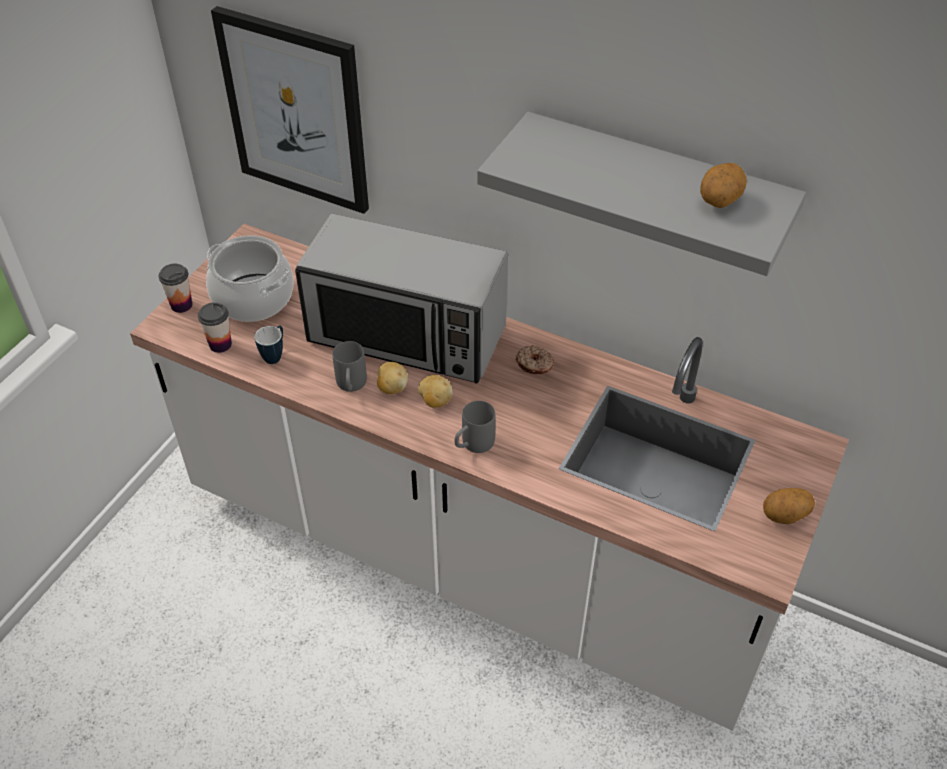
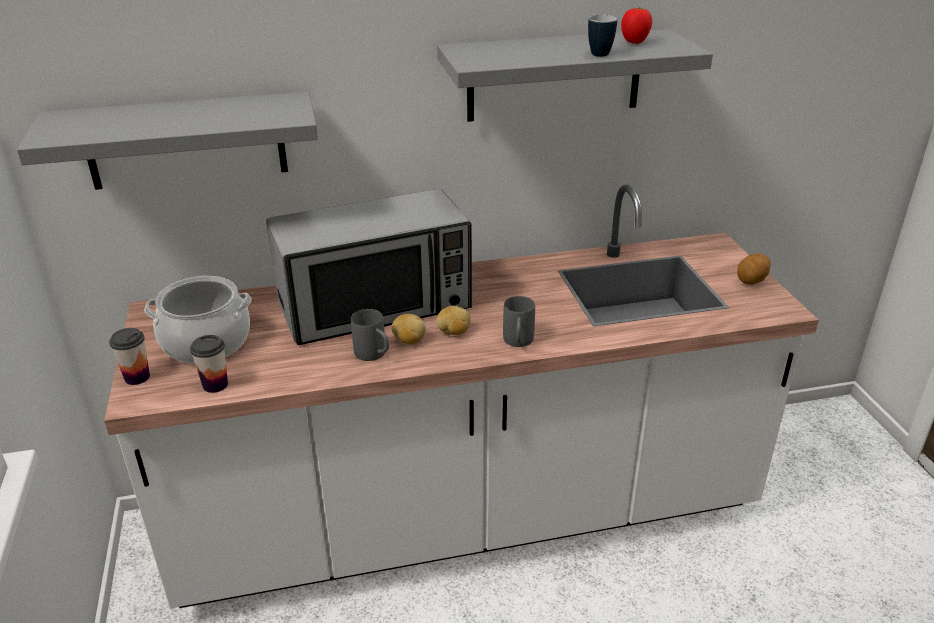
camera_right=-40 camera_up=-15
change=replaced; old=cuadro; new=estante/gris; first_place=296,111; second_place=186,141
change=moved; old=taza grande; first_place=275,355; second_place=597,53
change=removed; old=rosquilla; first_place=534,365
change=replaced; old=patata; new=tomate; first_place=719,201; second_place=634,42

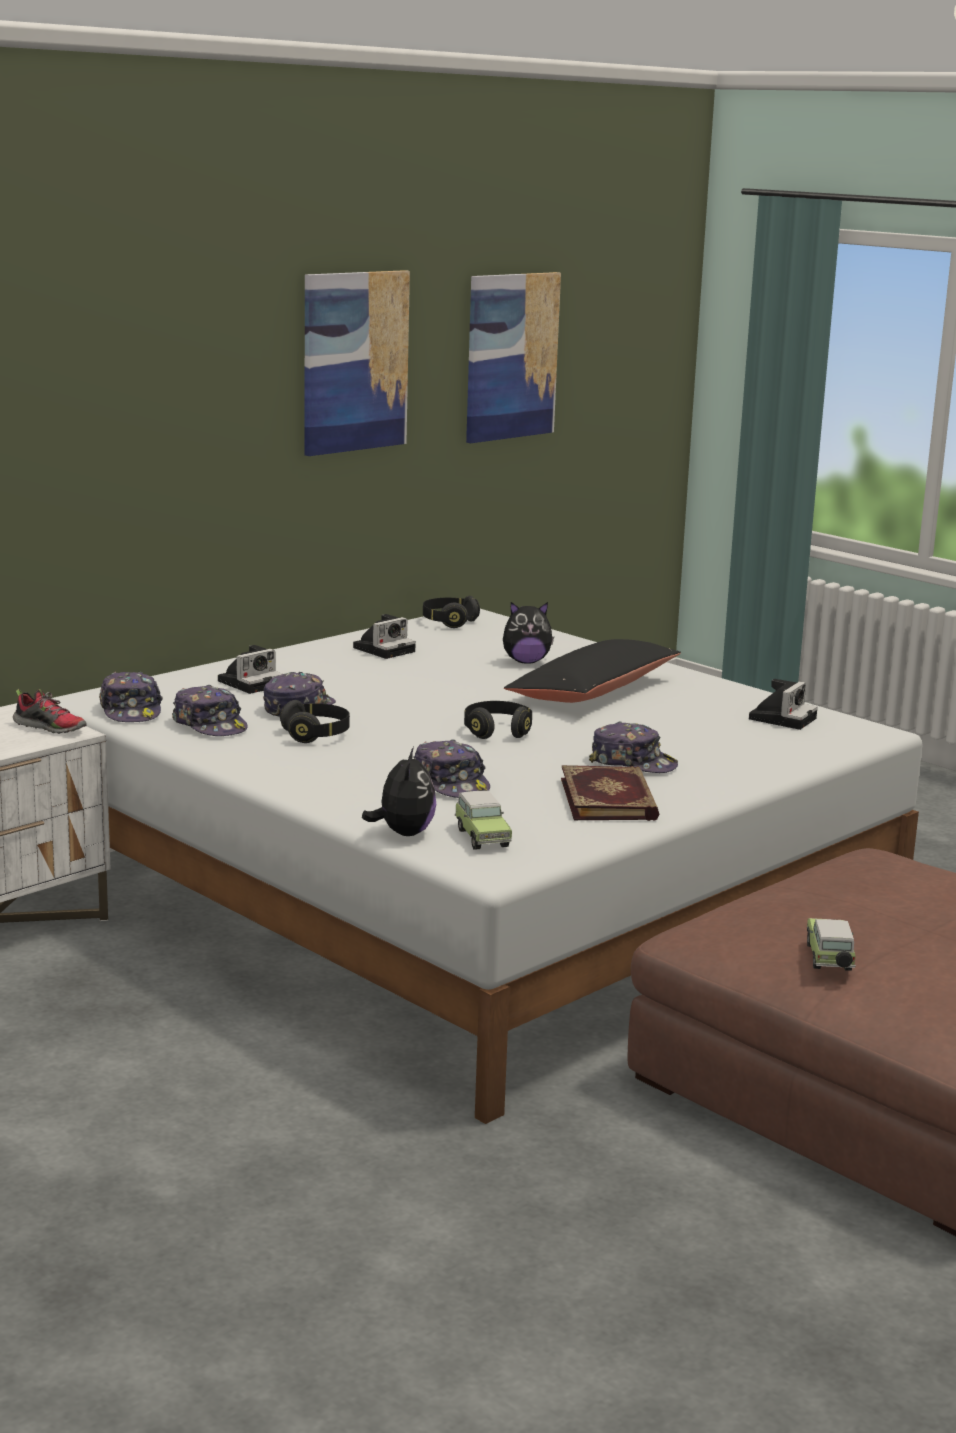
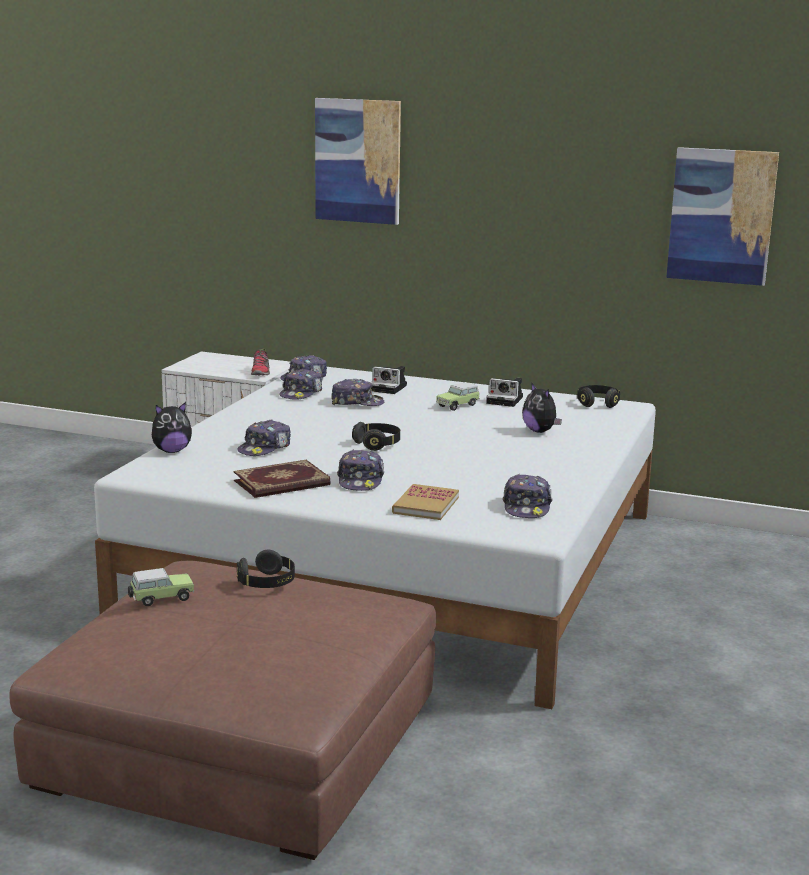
camera_right=65 camera_up=0
change=moved; old=auriculares/negro; first_place=316,735; second_place=267,583
change=moved; old=cuadro; first_place=355,361; second_place=358,161
change=moved; old=coche de juguete; first_place=481,837; second_place=458,405
change=removed; old=cojín/negro; first_place=593,691
change=replaced; old=cámara; new=gorra; first_place=782,718; second_place=527,507
change=added; new=libro; second_place=425,505

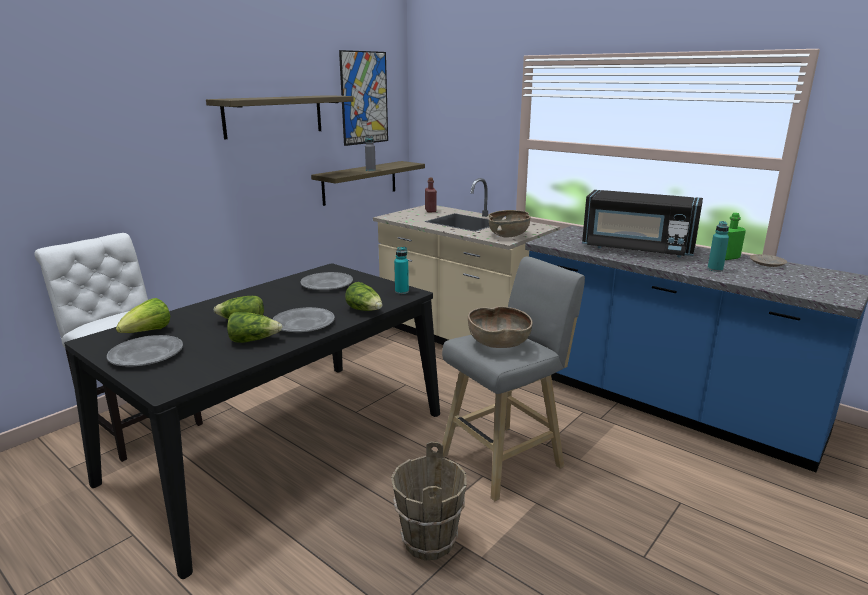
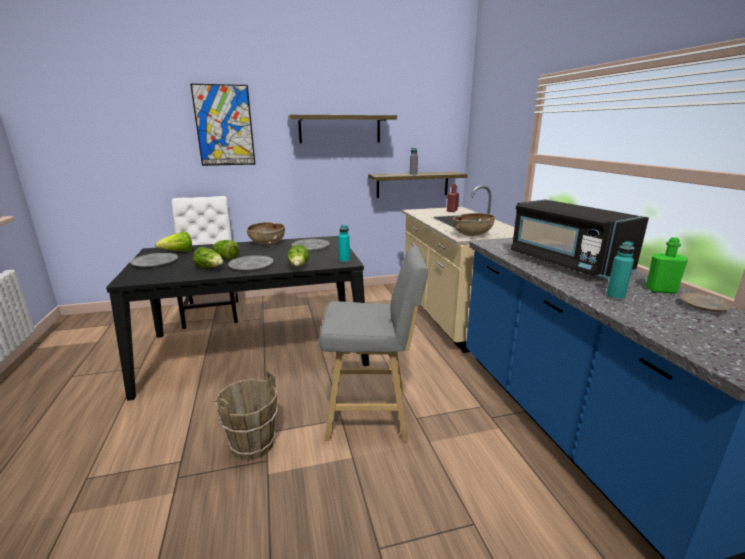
camera_right=35 camera_up=0
change=moved; old=cuadro; first_place=364,98; second_place=224,126
change=moved; old=cuenco/marrón; first_place=498,344; second_place=267,243

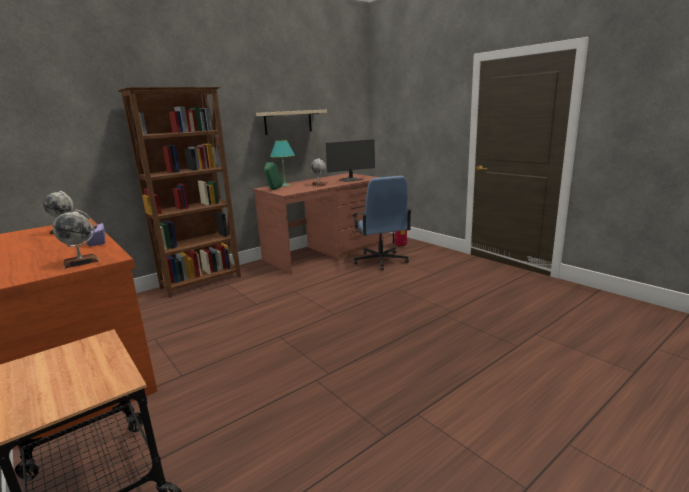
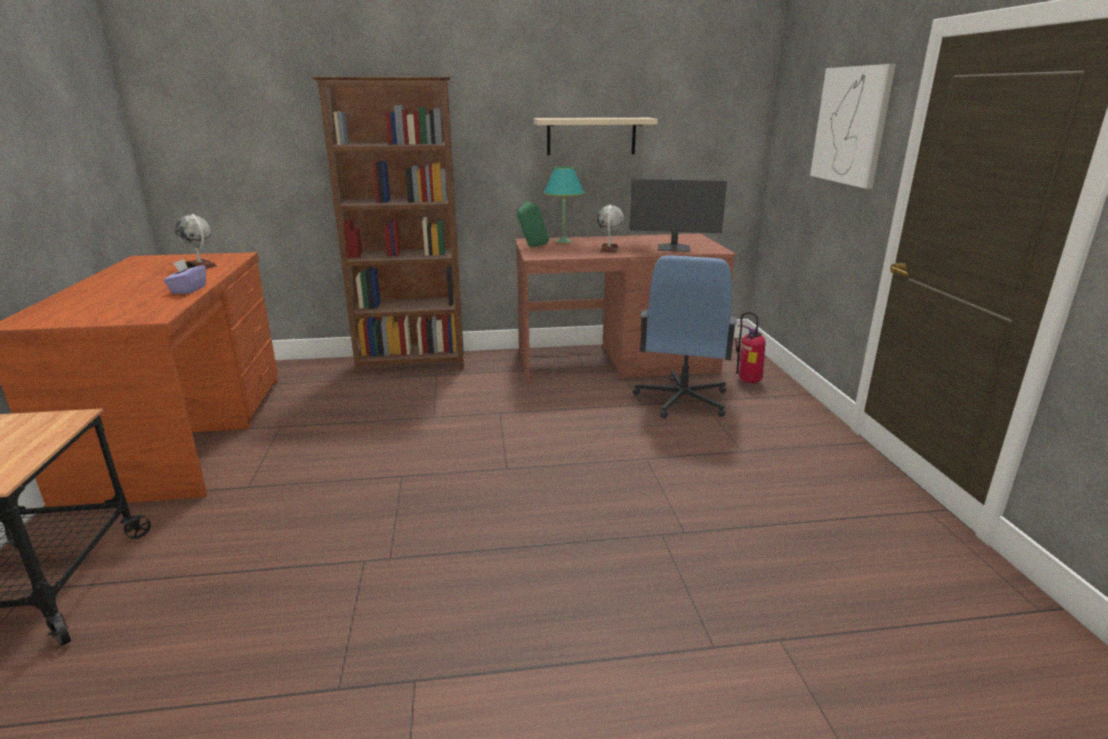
camera_right=30 camera_up=5
change=removed; old=globo terráqueo; first_place=81,262
change=added; new=cuadro; second_place=851,125

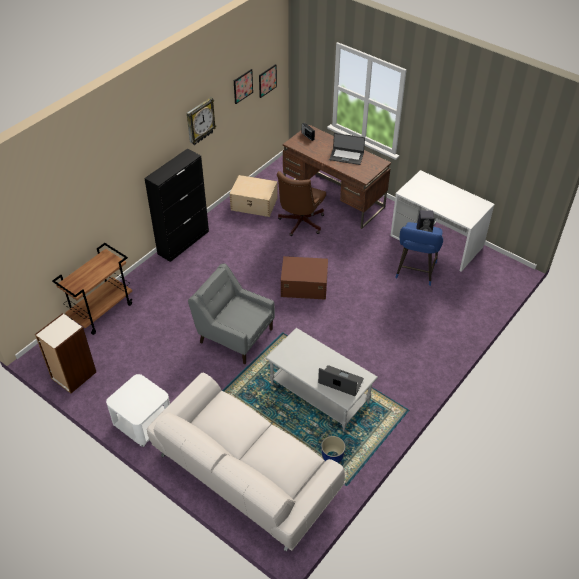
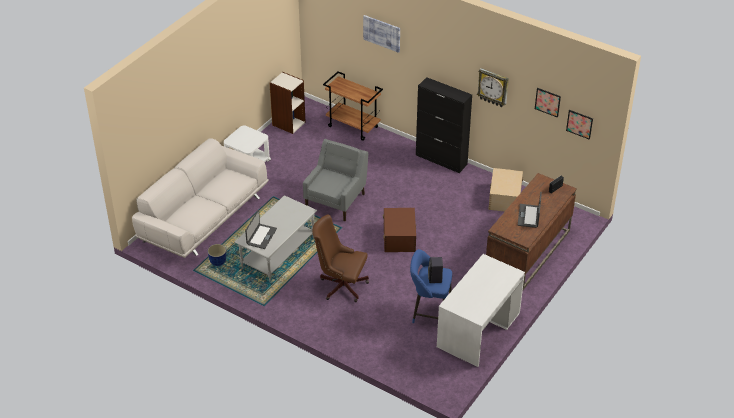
camera_right=85 camera_up=-5
change=moved; old=silla de oficina/marrón; first_place=300,224; second_place=340,285
change=added; new=cuadro; second_place=382,33

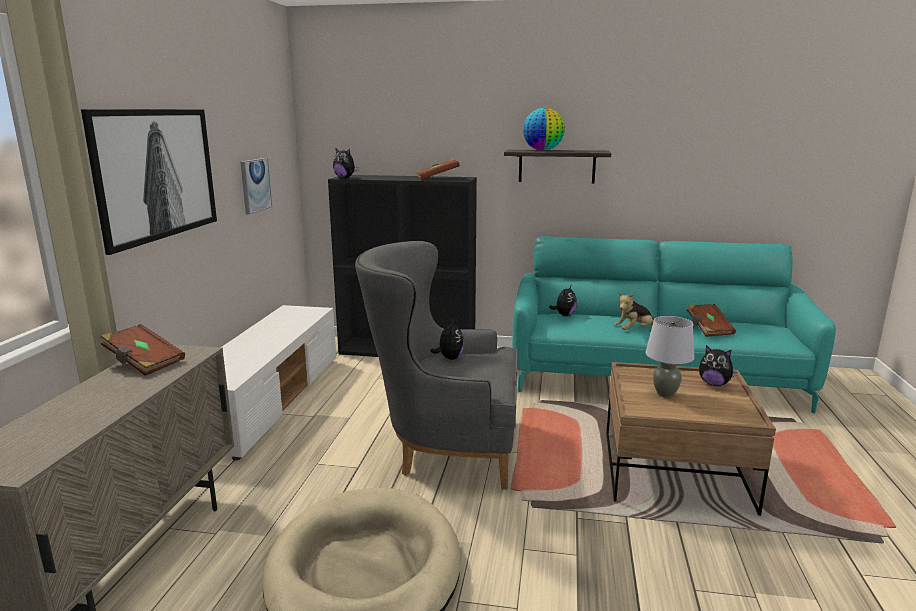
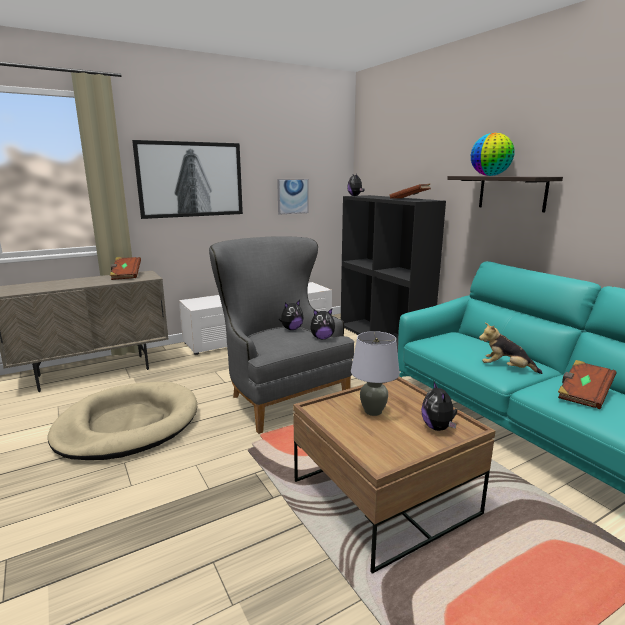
camera_right=50 camera_up=0
change=moved; old=peluche; first_place=564,315; second_place=322,338

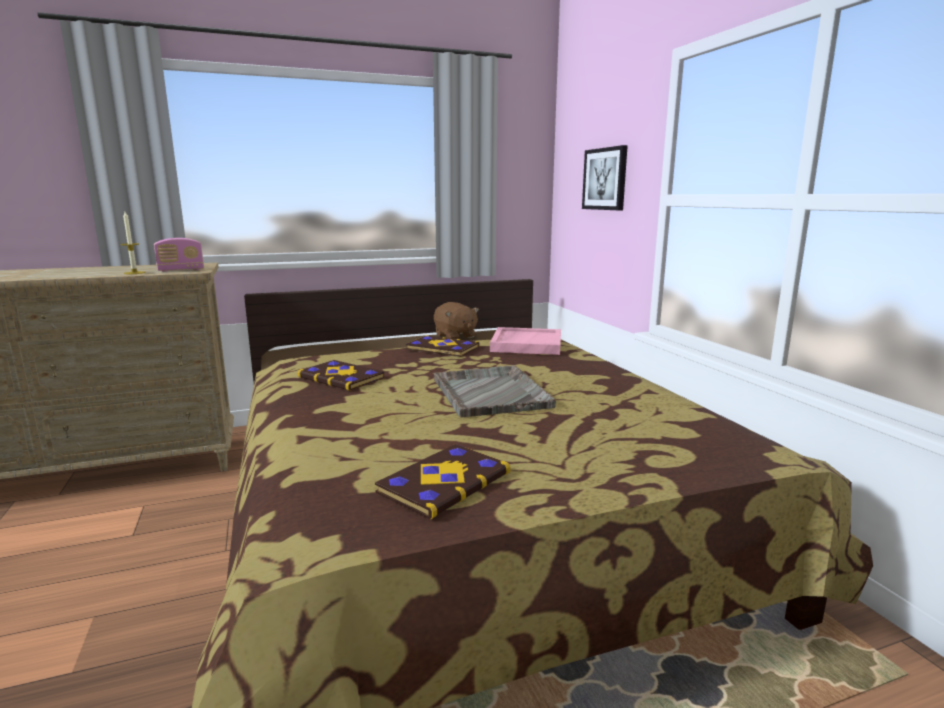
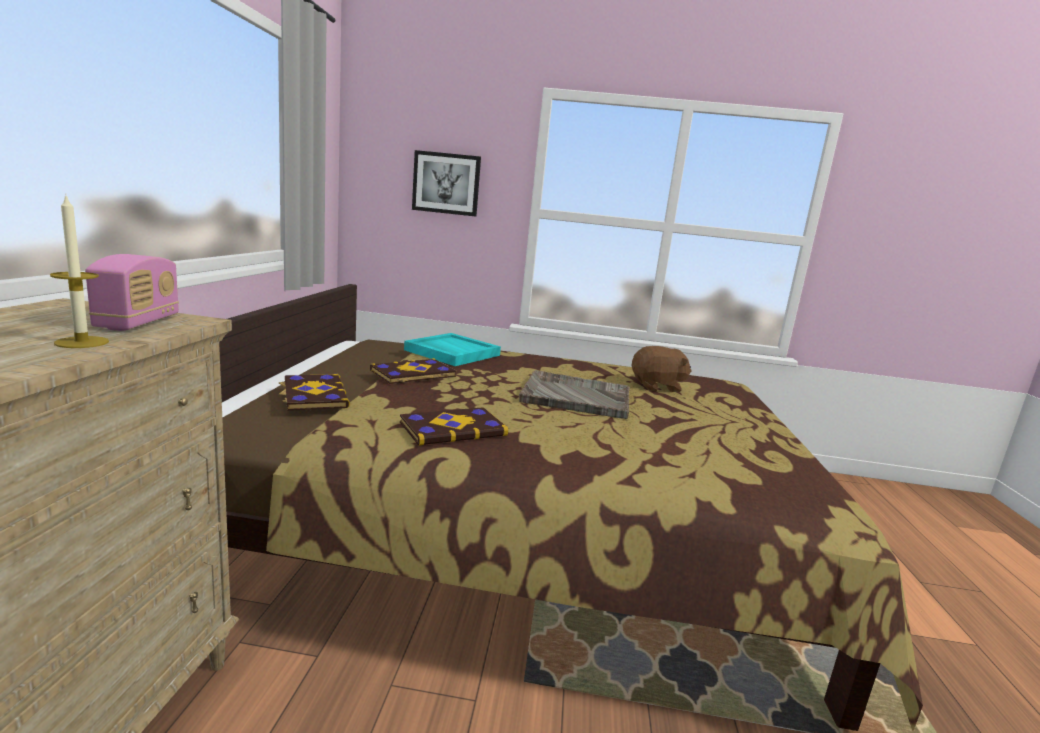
camera_right=-65 camera_up=0
change=moved; old=libro; first_place=443,482; second_place=313,395
change=moved; old=peluche/marrón; first_place=455,336; second_place=657,386
change=recoloured; old=bandeja/rosa; new=bandeja/turquesa; first_place=526,344; second_place=451,352

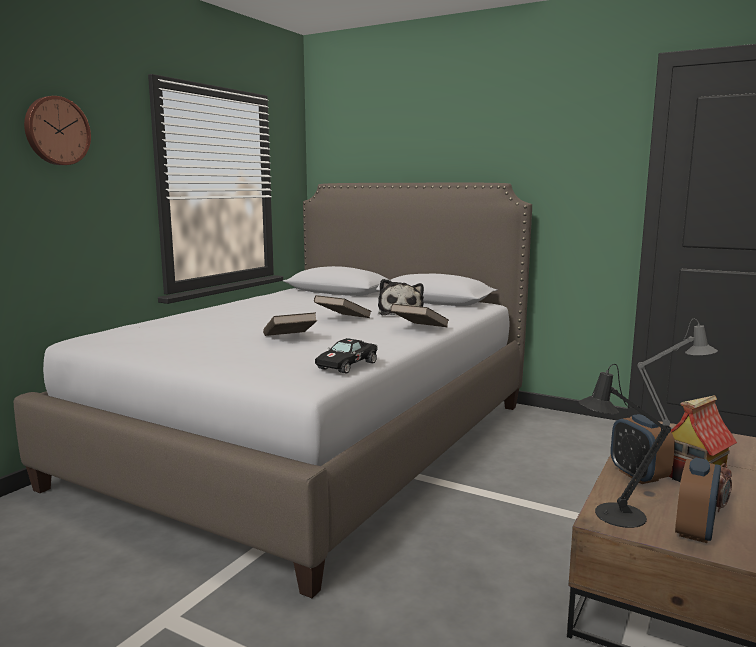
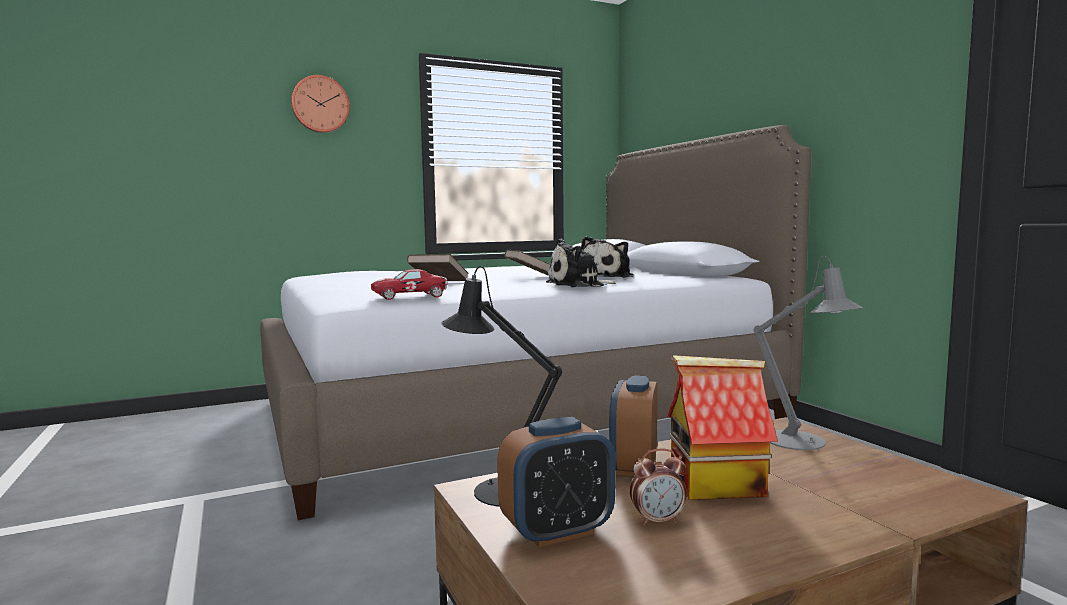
camera_right=35 camera_up=-5
change=recoloured; old=coche de juguete/negro; new=coche de juguete/rojo; first_place=348,365; second_place=412,296
change=replaced; old=libro/marrón; new=peluche; first_place=419,329; second_place=578,285

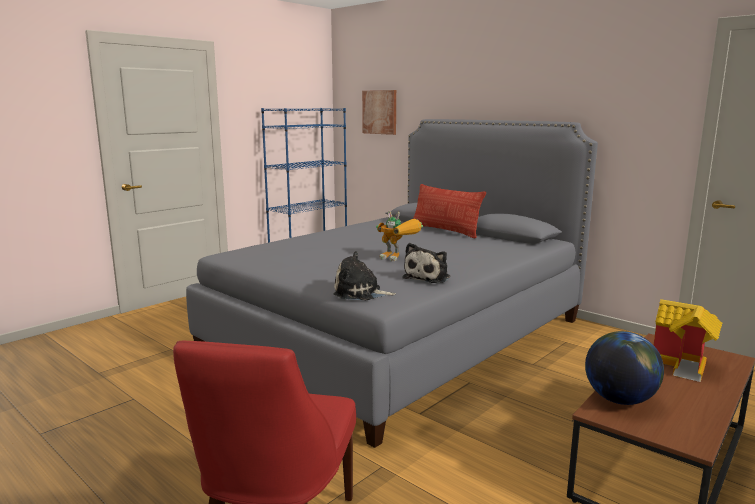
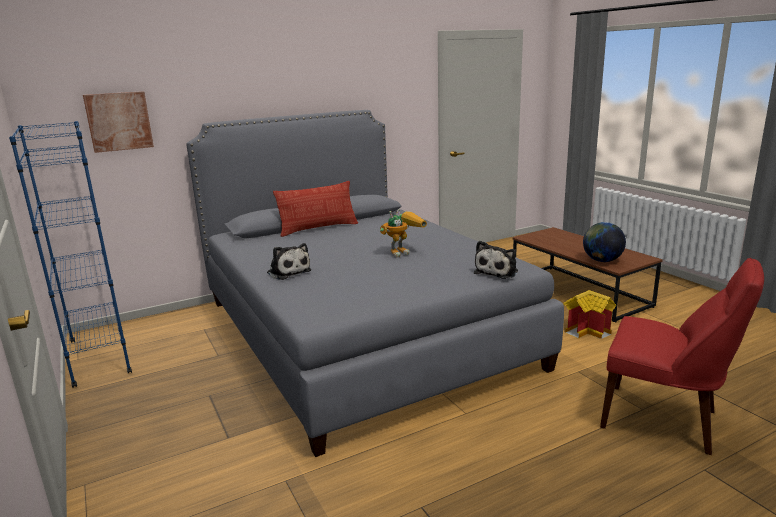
camera_right=-70 camera_up=5
change=moved; old=peluche; first_place=428,277; second_place=288,272
change=moved; old=casita; first_place=685,366; second_place=588,331

